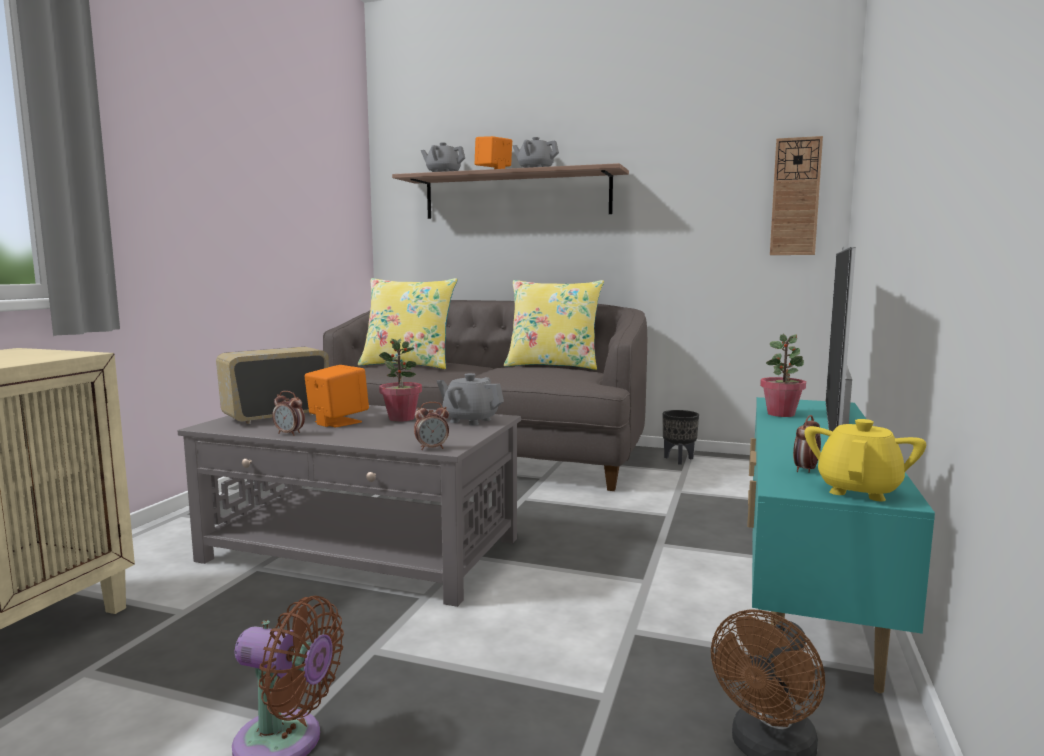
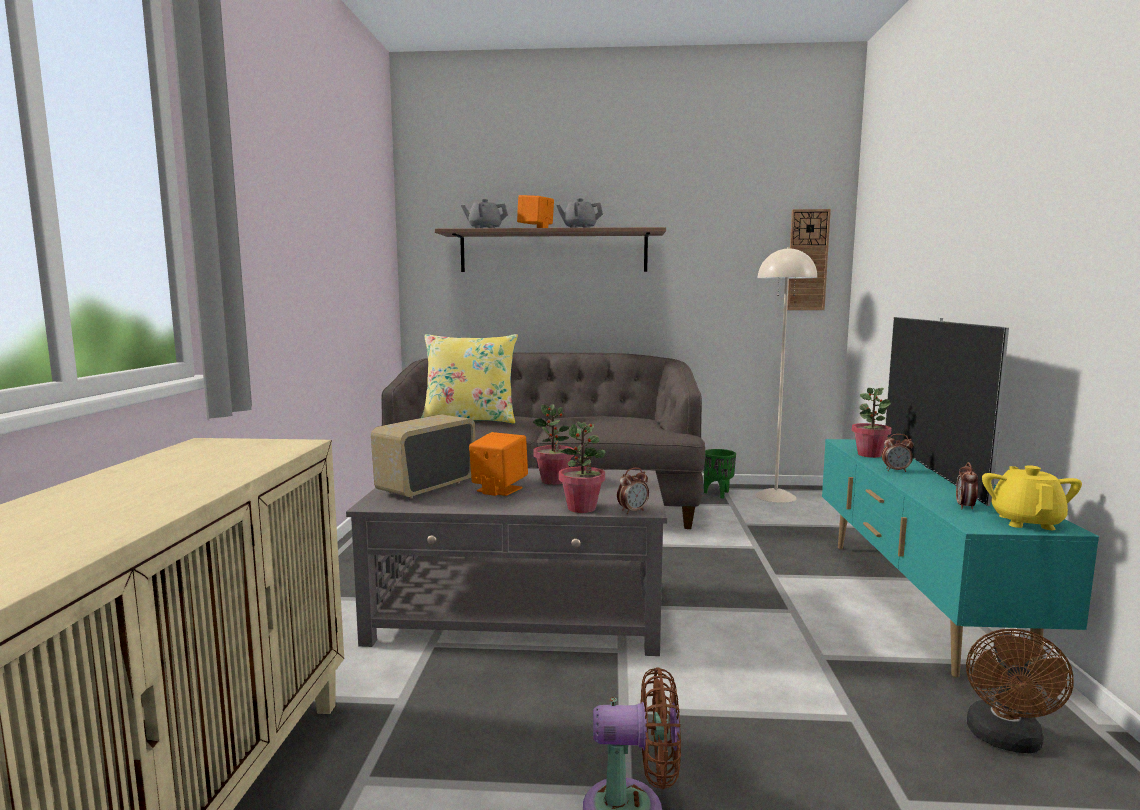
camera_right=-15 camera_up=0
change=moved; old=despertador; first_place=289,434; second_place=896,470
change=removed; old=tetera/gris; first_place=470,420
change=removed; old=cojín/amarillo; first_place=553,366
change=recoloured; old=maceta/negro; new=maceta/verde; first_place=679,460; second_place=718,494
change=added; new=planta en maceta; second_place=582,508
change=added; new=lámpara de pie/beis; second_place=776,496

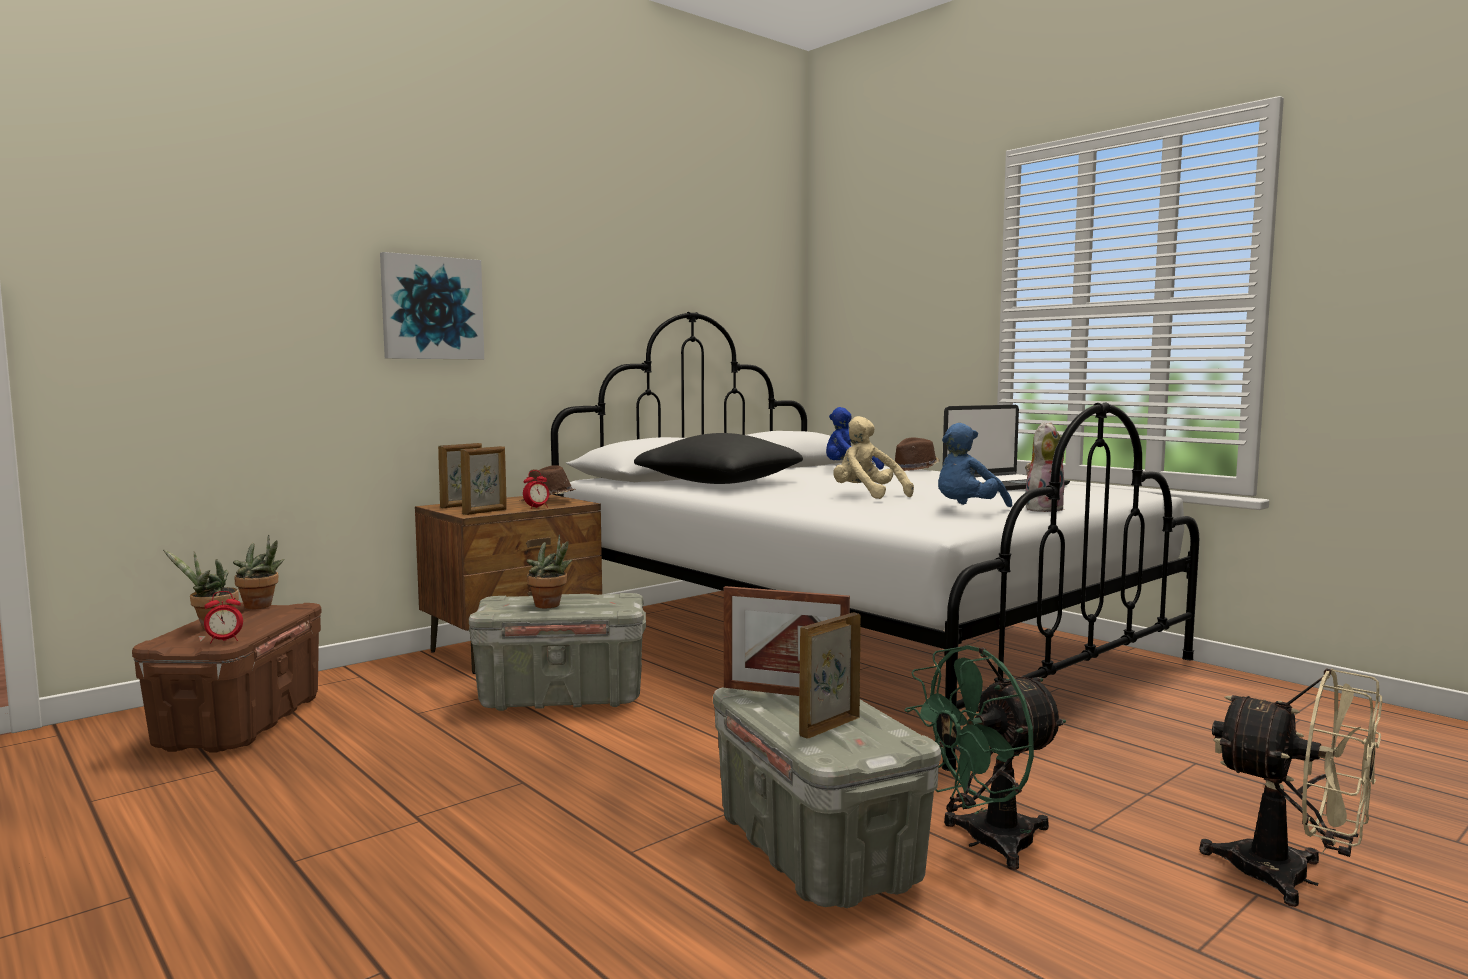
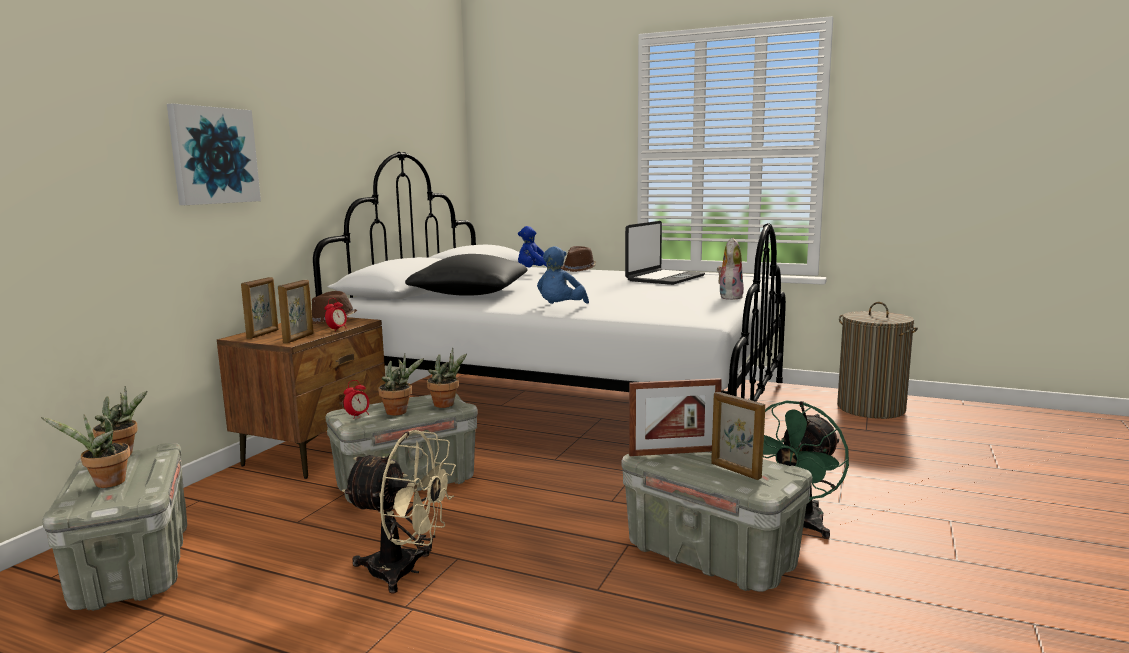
camera_right=-25 camera_up=5
change=recoloured; old=caja de almacenaje/marrón; new=caja de almacenaje/gris; first_place=241,724; second_place=134,568
change=moved; old=despertador; first_place=224,641; second_place=358,416
change=turned; old=portarretratos; first_place=828,726; second_place=735,471; degrees=-60
change=removed; old=peluche/beis; first_place=867,496
change=moved; old=peluche/azul; first_place=966,511; second_place=560,309
change=moved; old=ventilador/beis; first_place=1292,878; second_place=405,571
change=added; new=planta en maceta; second_place=447,405
change=added; new=cesto de la ropa; second_place=870,408

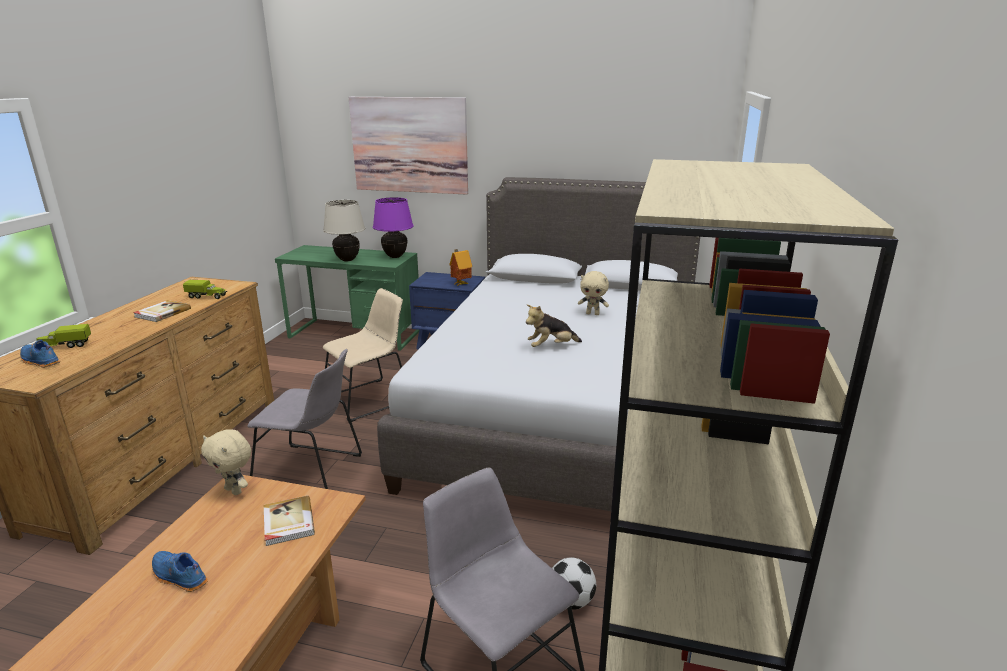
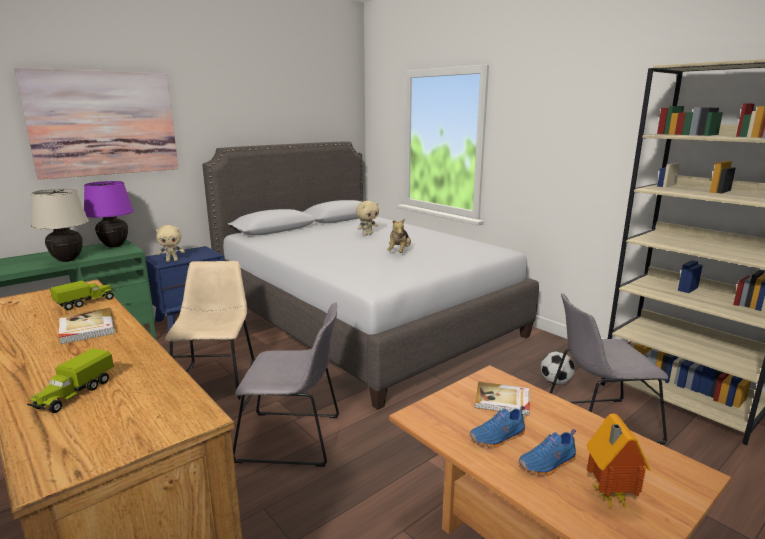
camera_right=-55 camera_up=-5
change=moved; old=zapato/azul; first_place=39,361; second_place=498,438
change=moved; old=peluche/beis; first_place=235,490; second_place=172,260
change=turned; old=silla/gris; first_place=312,471; second_place=294,438; degrees=45
change=moved; old=casita; first_place=460,284; second_place=608,497

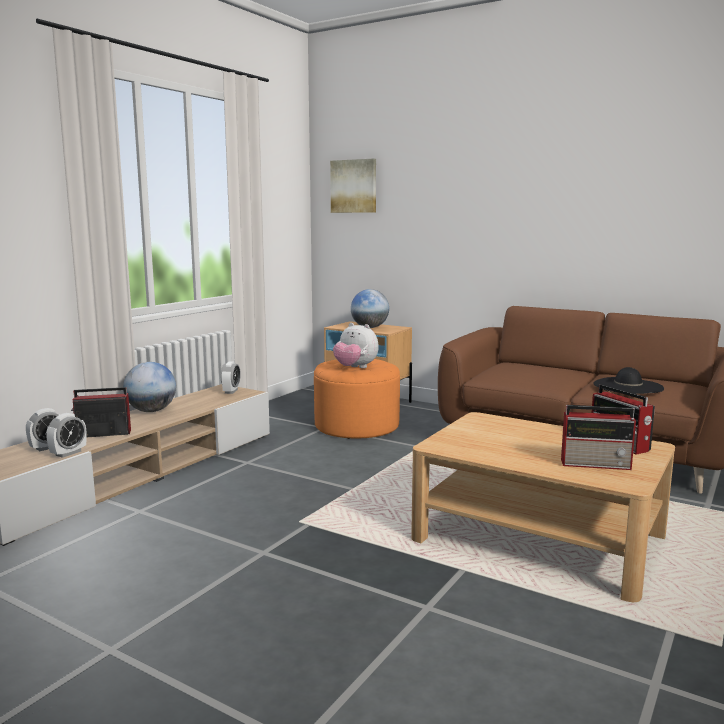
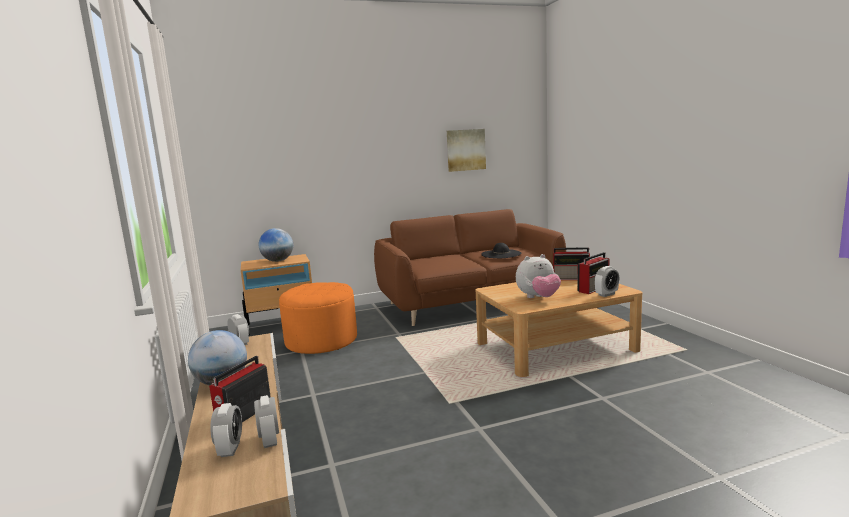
camera_right=-50 camera_up=0
change=moved; old=cuadro; first_place=354,186; second_place=465,150
change=moved; old=peluche; first_place=355,368; second_place=538,298
change=added; new=despertador; second_place=606,294

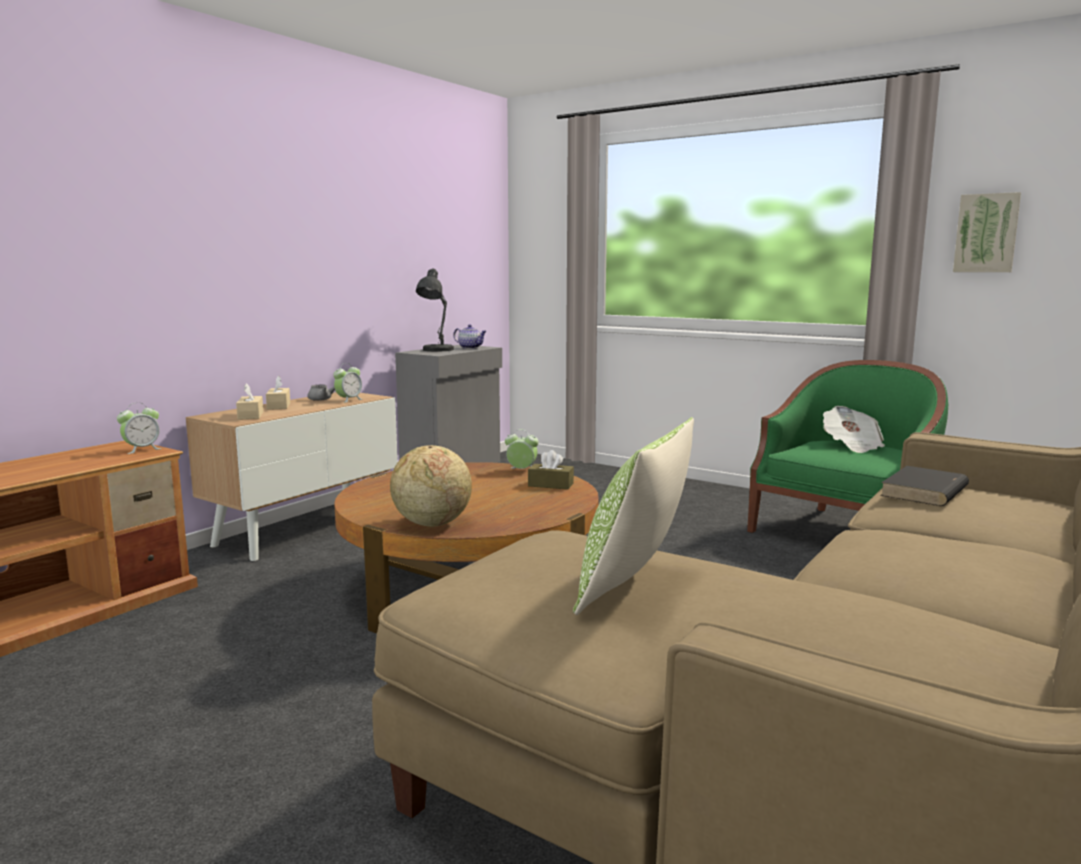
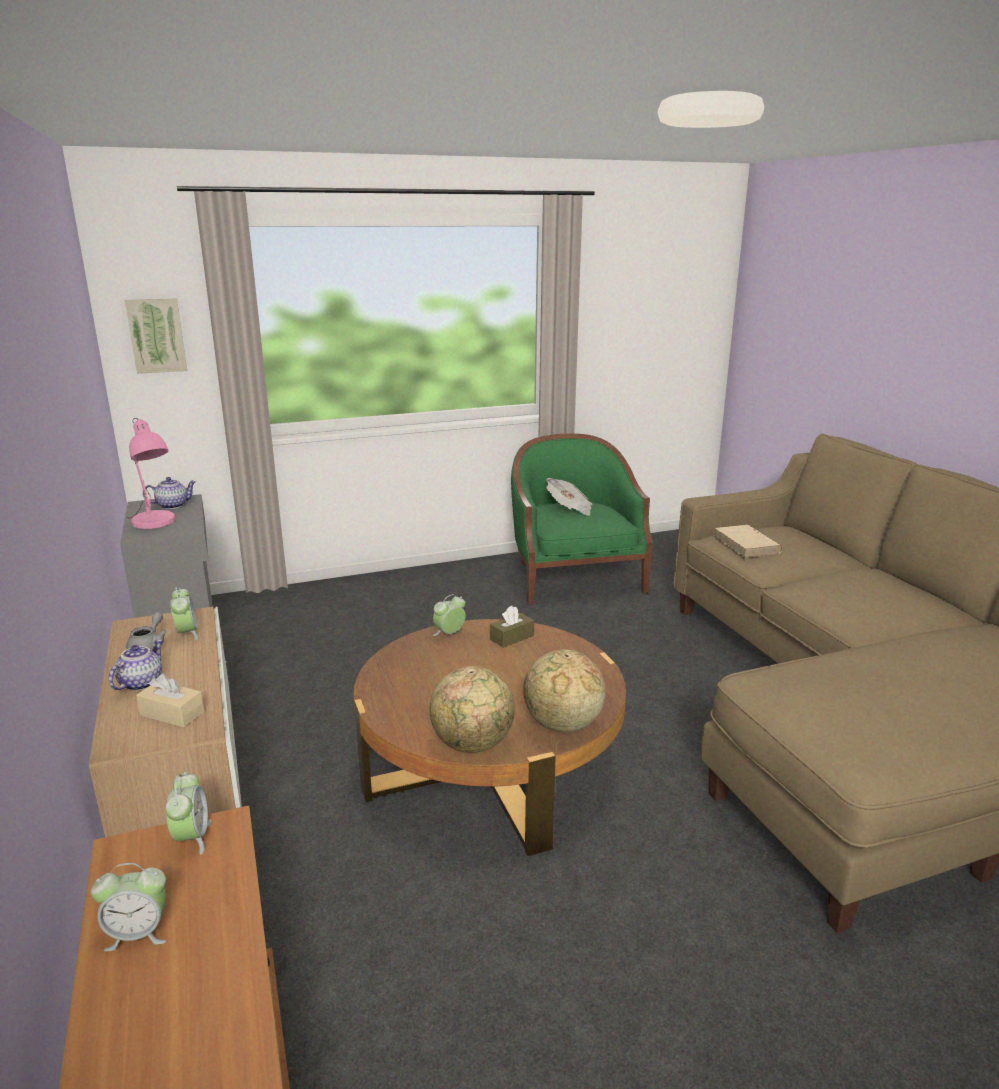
camera_right=-55 camera_up=10
change=replaced; old=caja de pañuelos/beis; new=tetera; first_place=278,406; second_place=140,683
change=recoloured; old=lámpara de mesa/gris; new=lámpara de mesa/rosa; first_place=436,350; second_place=155,523
change=removed; old=cojín; first_place=633,585
change=recoloured; old=libro/negro; new=libro/beis; first_place=924,492; second_place=747,545
change=moved; old=cuadro; first_place=986,233; second_place=157,335
change=added; new=despertador; second_place=138,933
change=added; new=globo terráqueo; second_place=473,744

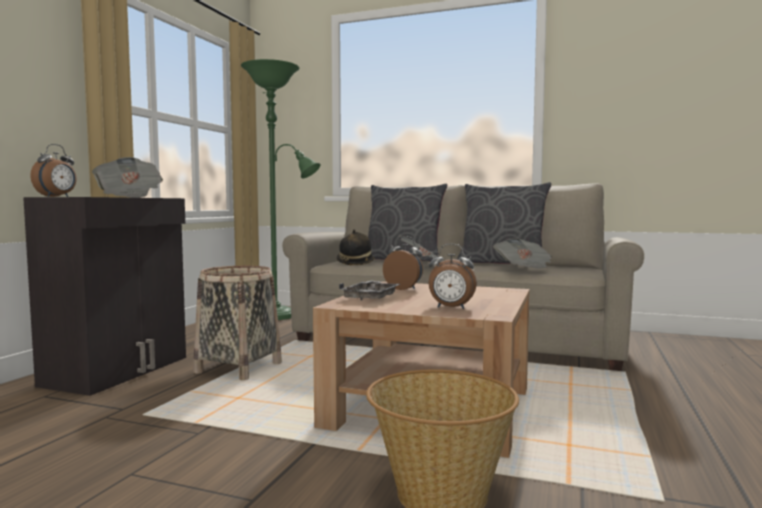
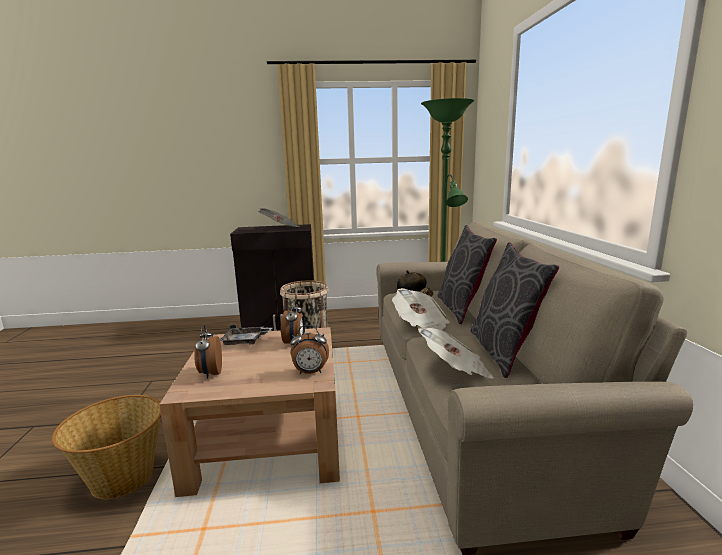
camera_right=65 camera_up=10
change=moved; old=despertador; first_place=57,197; second_place=310,372

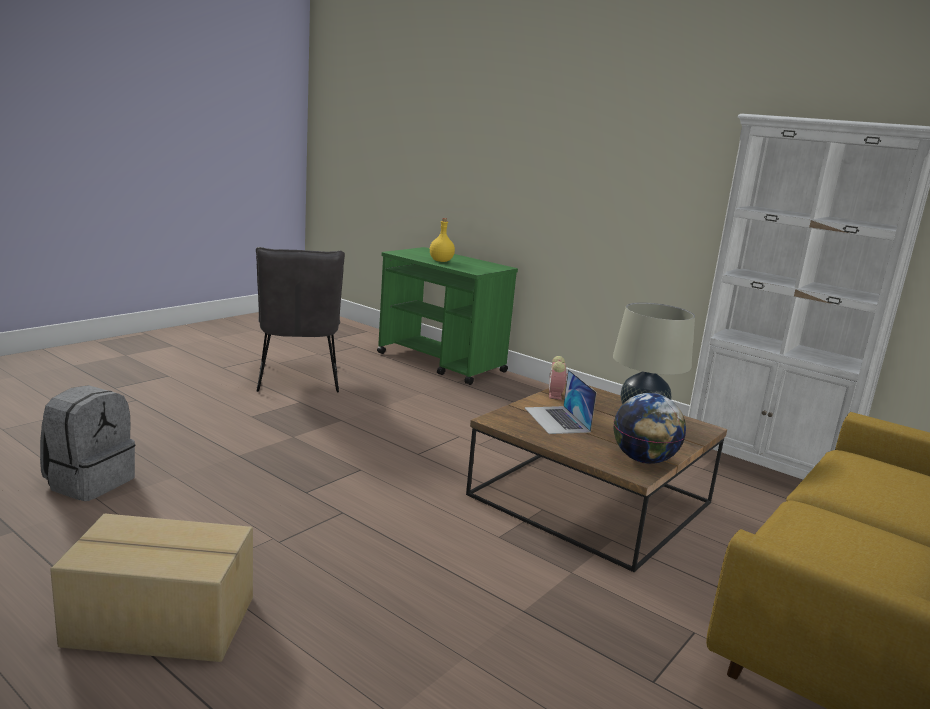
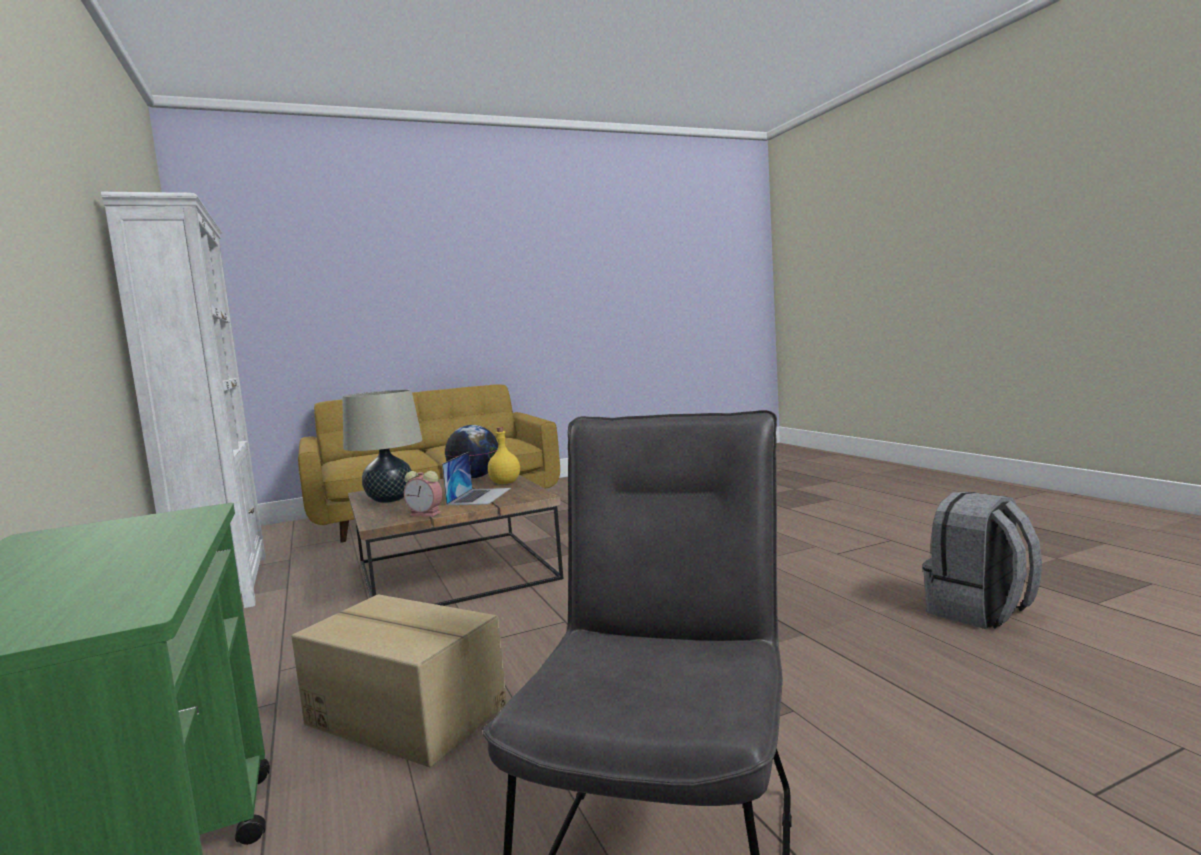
camera_right=-150 camera_up=-10
change=moved; old=caja de cartón; first_place=161,623; second_place=407,713
change=moved; old=botella/amarillo; first_place=441,261; second_place=504,483
change=turned; old=despertador; first_place=555,395; second_place=426,514; degrees=75

